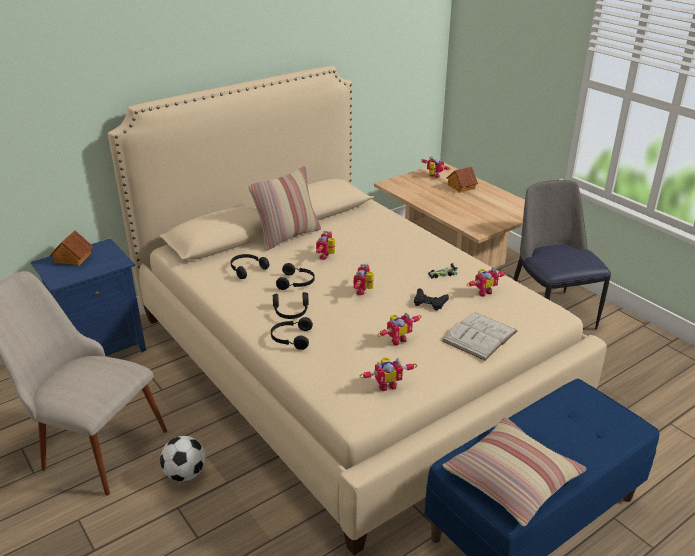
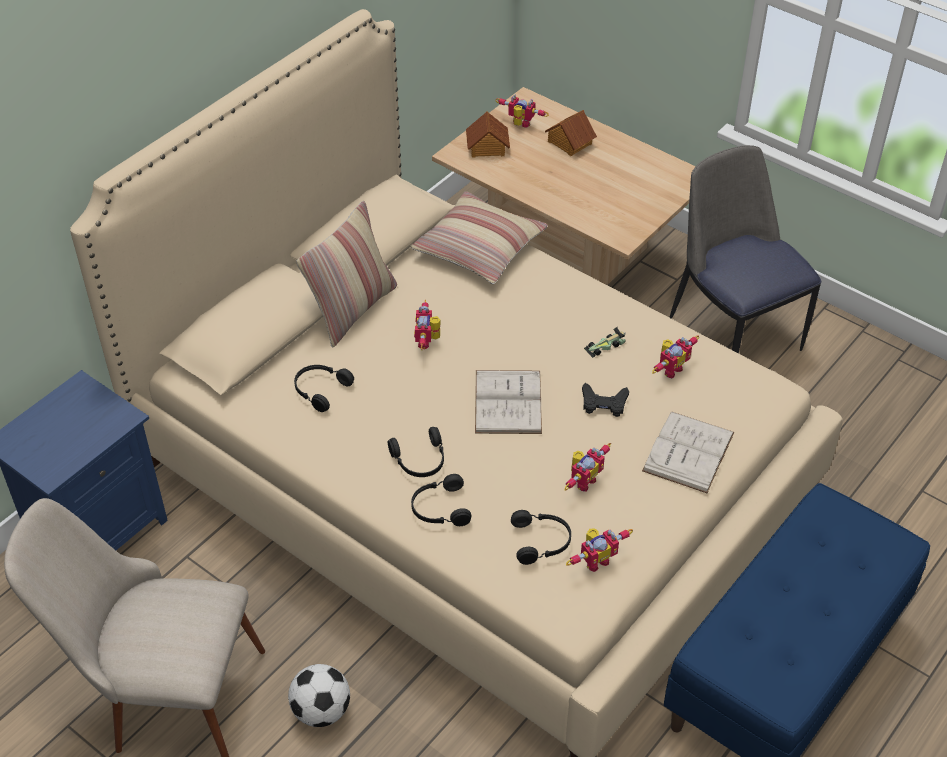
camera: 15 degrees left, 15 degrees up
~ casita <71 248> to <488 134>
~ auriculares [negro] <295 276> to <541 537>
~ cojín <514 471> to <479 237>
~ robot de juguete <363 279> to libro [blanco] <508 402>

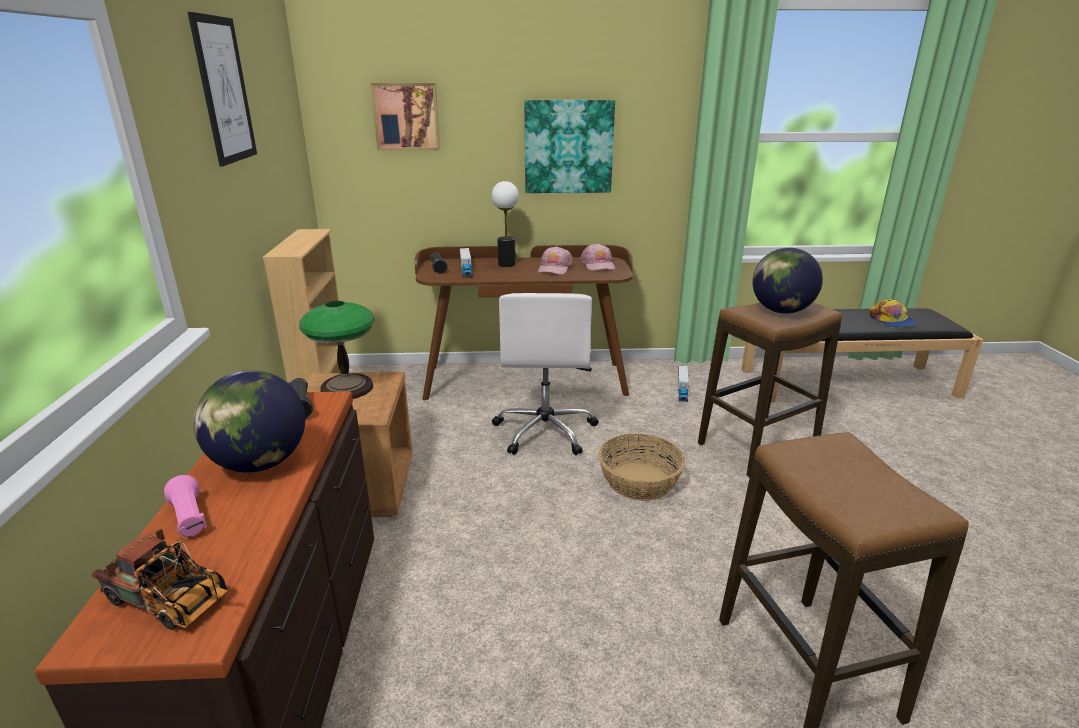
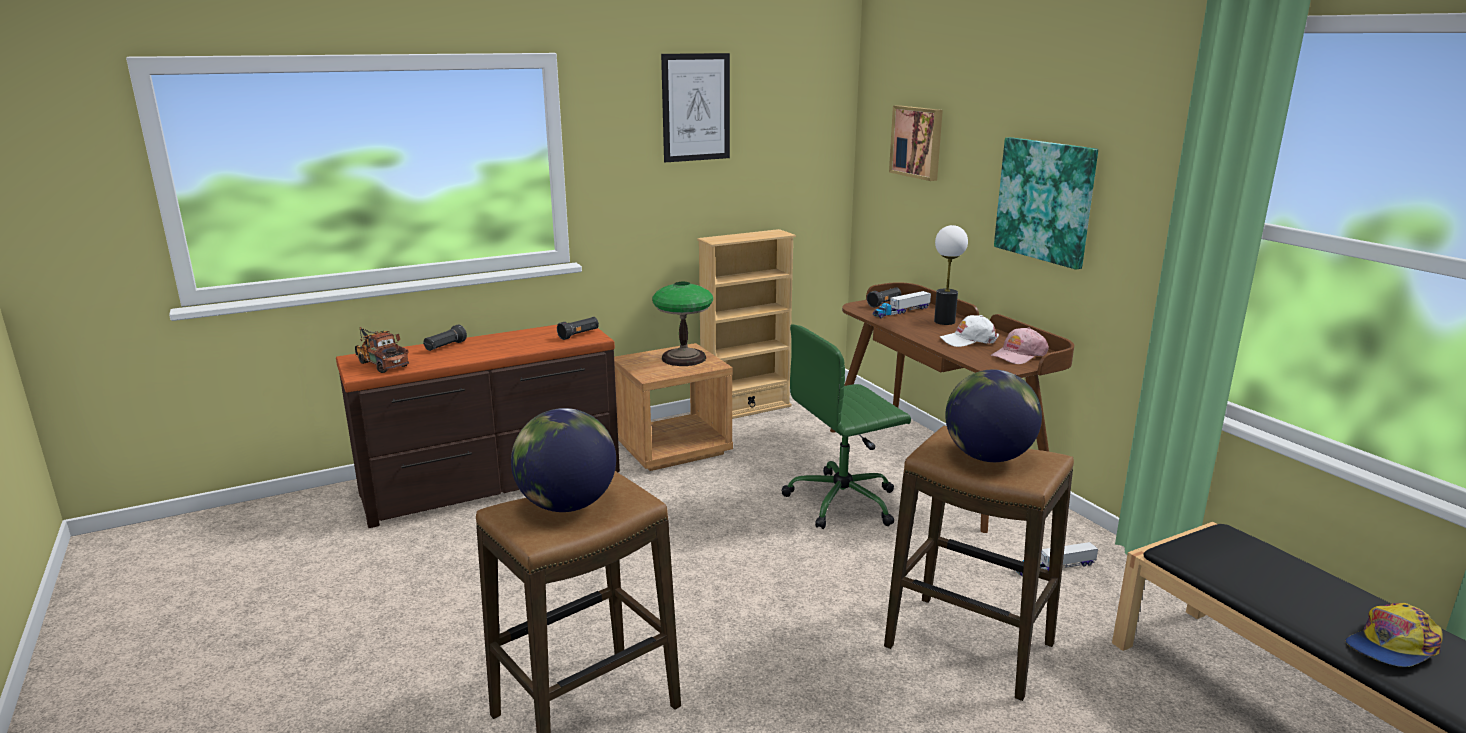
camera: 65 degrees right, 5 degrees down
- cesta <642 467>
~ globo terráqueo <249 421> to <563 460>
~ linterna [rosa] <185 506> to linterna [negro] <445 338>
~ silla de oficina [blanco] <545 374> to silla de oficina [verde] <846 426>
~ gorra [rosa] <555 260> to gorra [blanco] <969 331>
~ camión de juguete <160 579> = <382 350> 135 degrees clockwise

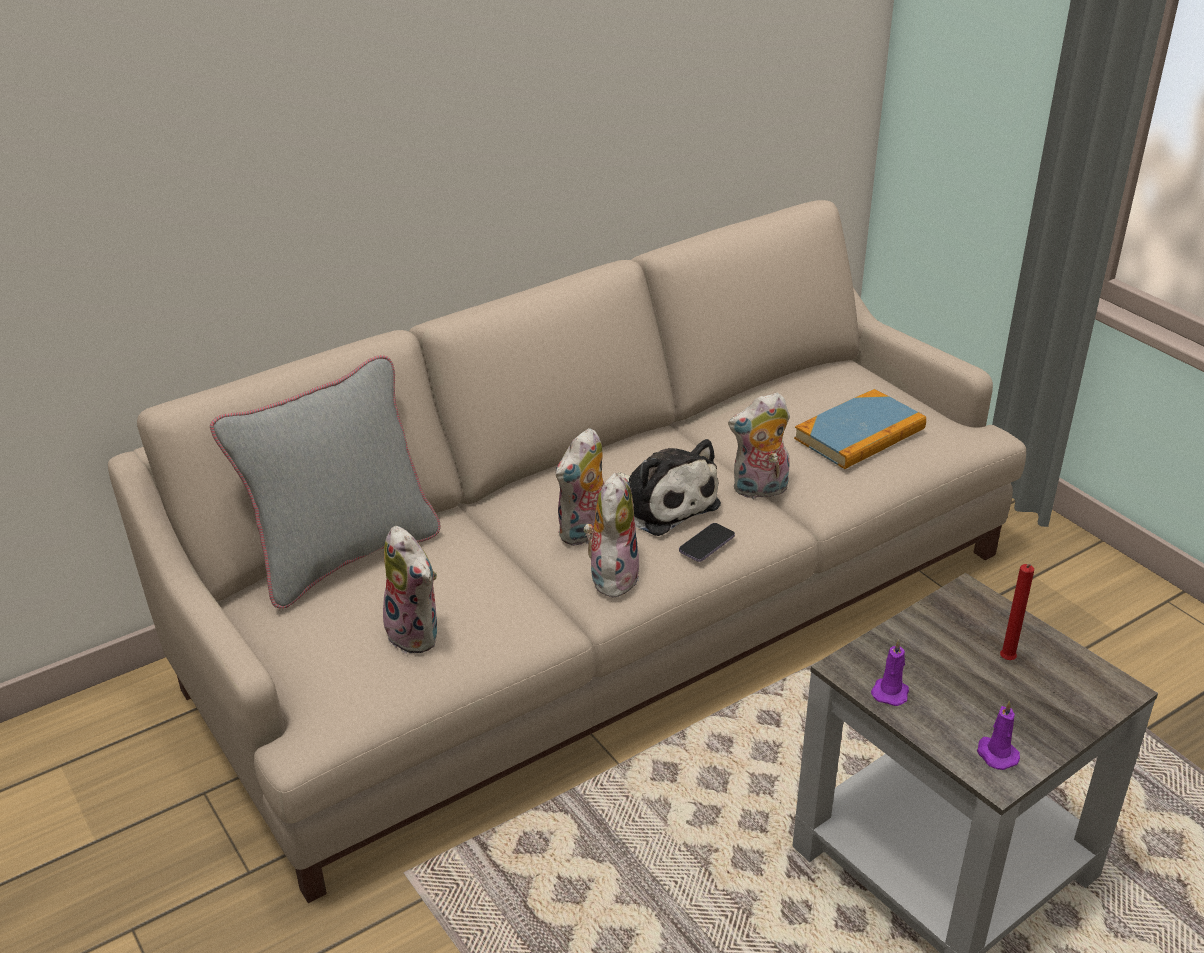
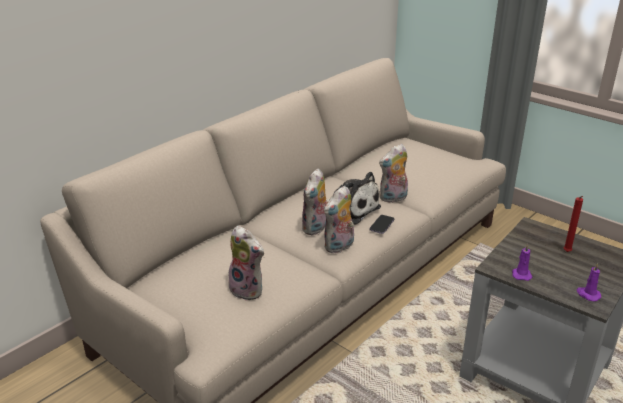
camera: 15 degrees left, 5 degrees down
- cojín [gris] <325 482>
- libro <860 429>
~ peluche <611 535> = <339 219> 135 degrees counterclockwise

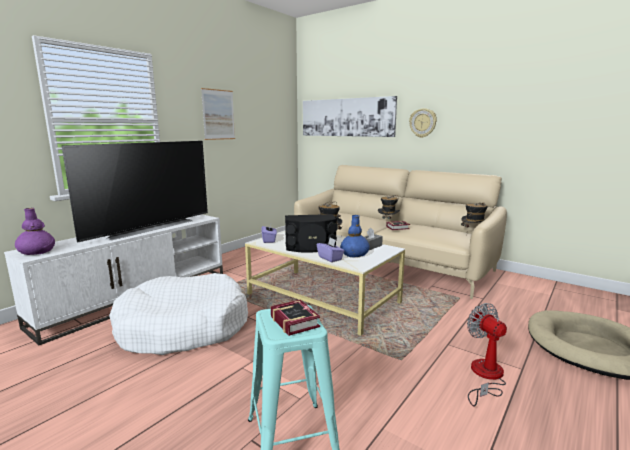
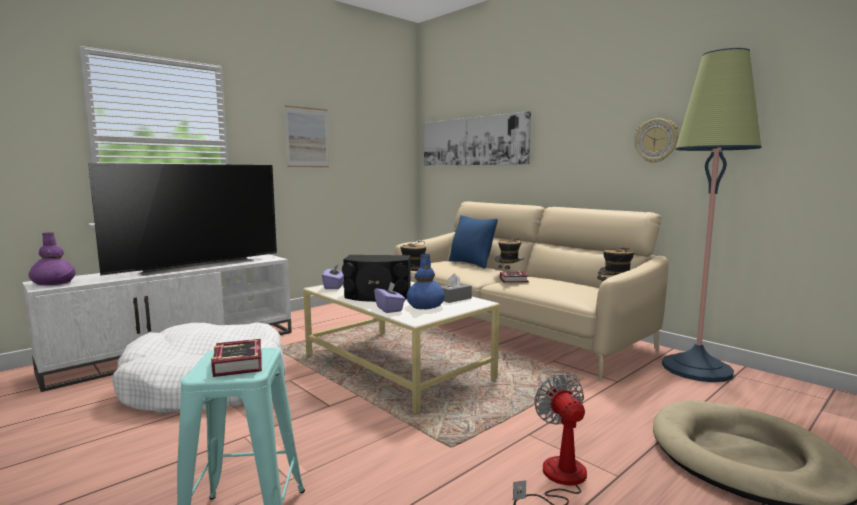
camera: 10 degrees right, 5 degrees down
+ cojín [azul] <473 242>
+ lámpara de pie <712 215>
~ reloj de pared <423 123> to <656 140>

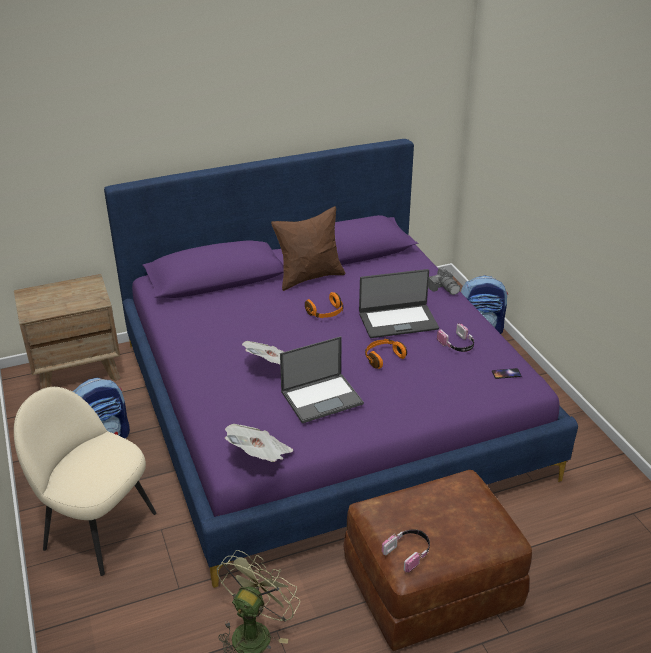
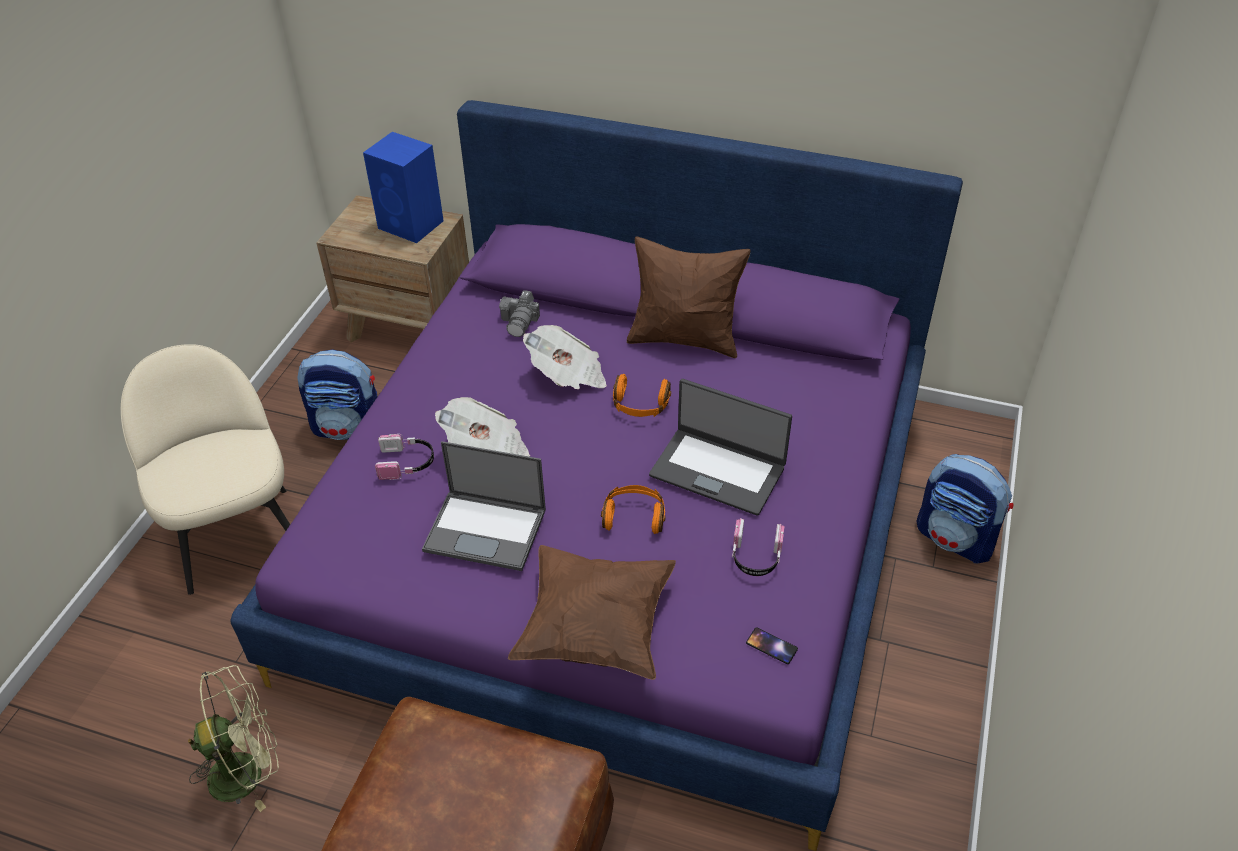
camera: 40 degrees right, 10 degrees up
+ altavoz [azul] <403 187>
+ cojín [marrón] <592 612>
~ periódico <259 443> to <565 357>
~ auriculares <406 551> to <404 457>
~ cámara <444 281> to <519 313>

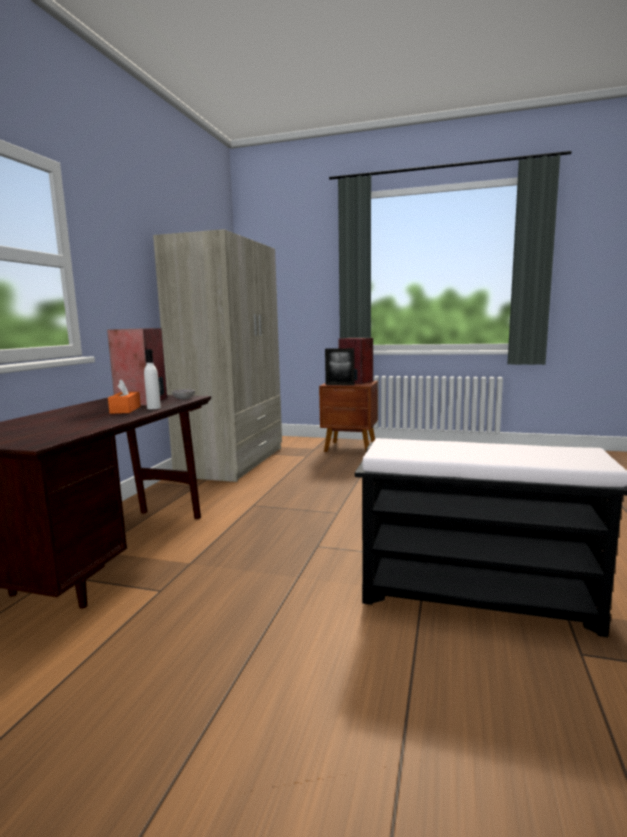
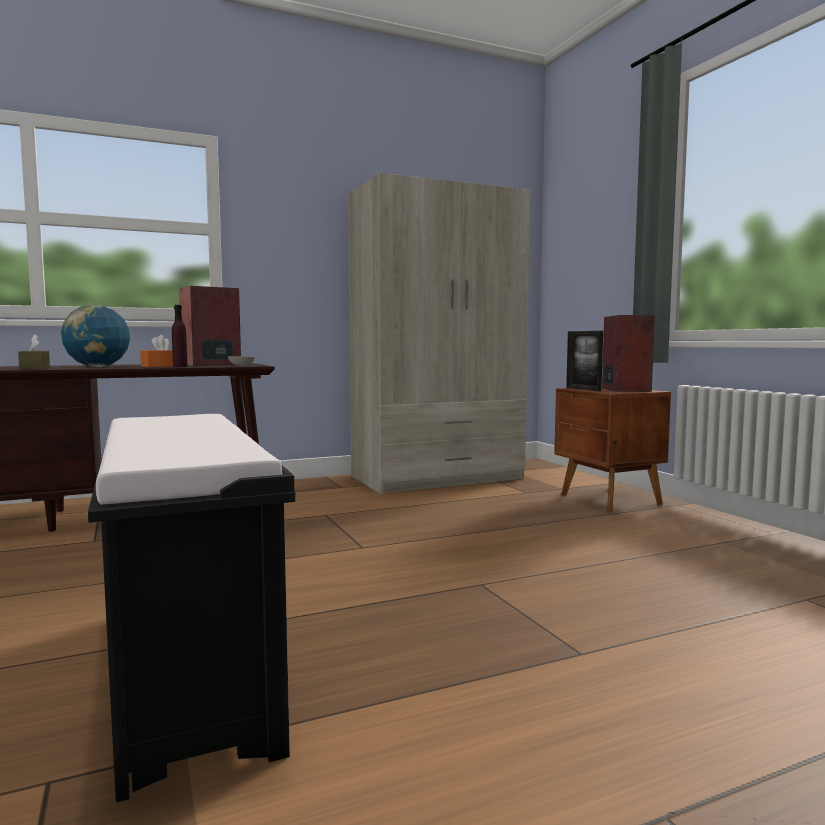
camera: 50 degrees right, 5 degrees down
+ caja de pañuelos [marrón] <34 352>
+ globo terráqueo <95 336>
~ botella [blanco] <152 379> to botella [morado] <180 336>

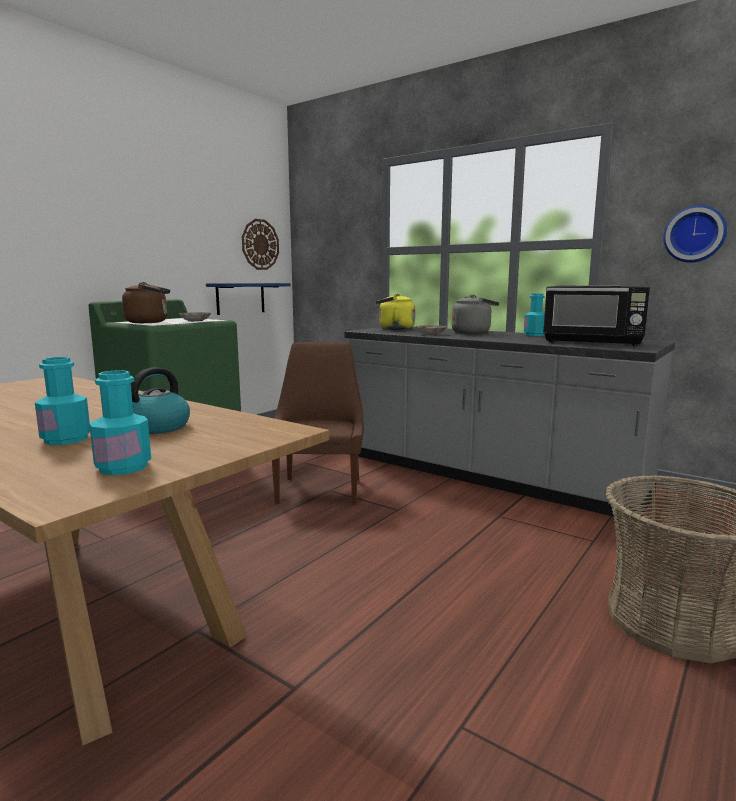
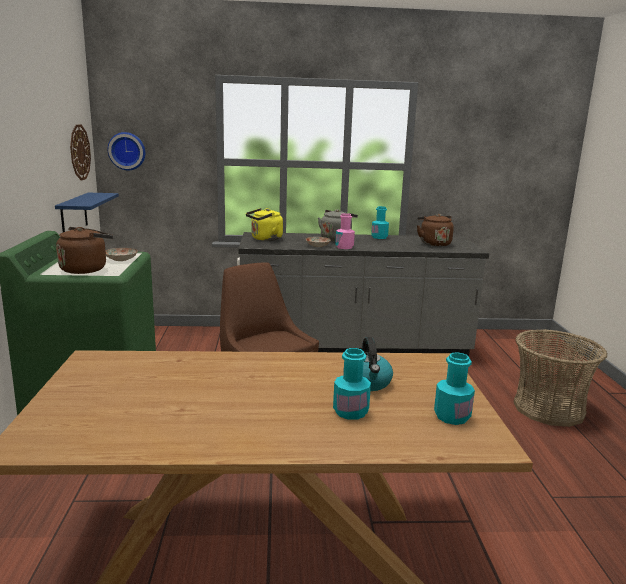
camera: 40 degrees left, 5 degrees up
+ botella [rosa] <345 231>
~ reloj de pared <695 234> to <126 151>
~ microondas [negro] <596 315> to hervidor [marrón] <435 230>

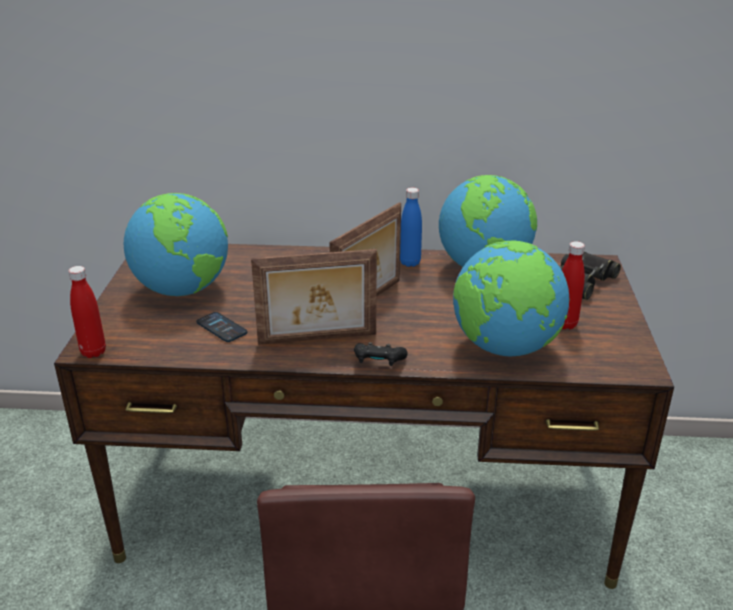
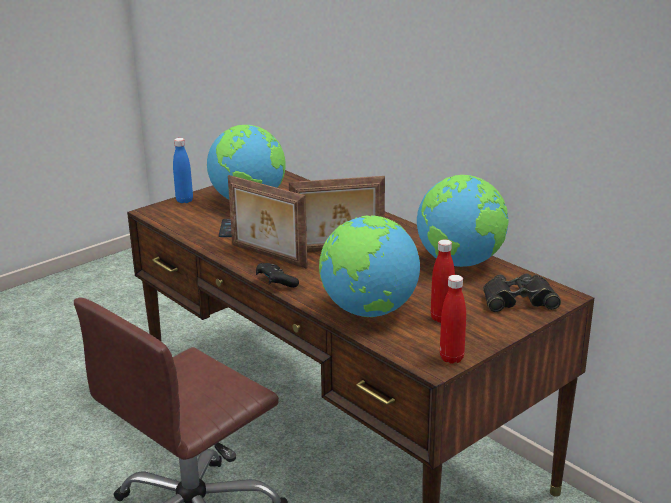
camera: 45 degrees right, 5 degrees down
~ botella [rojo] <87 312> to <453 319>
~ botella [azul] <411 227> to <183 170>

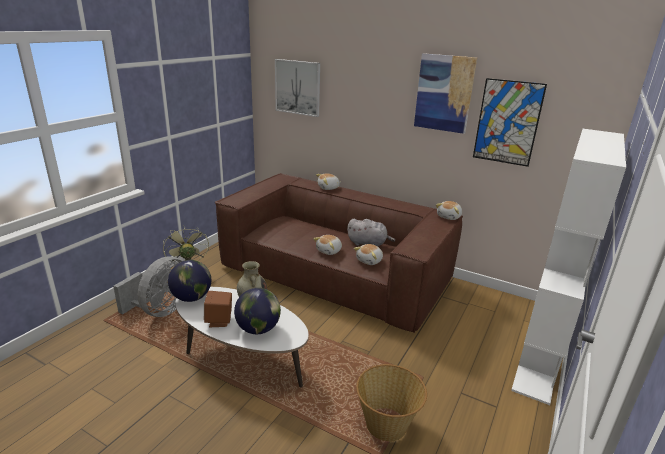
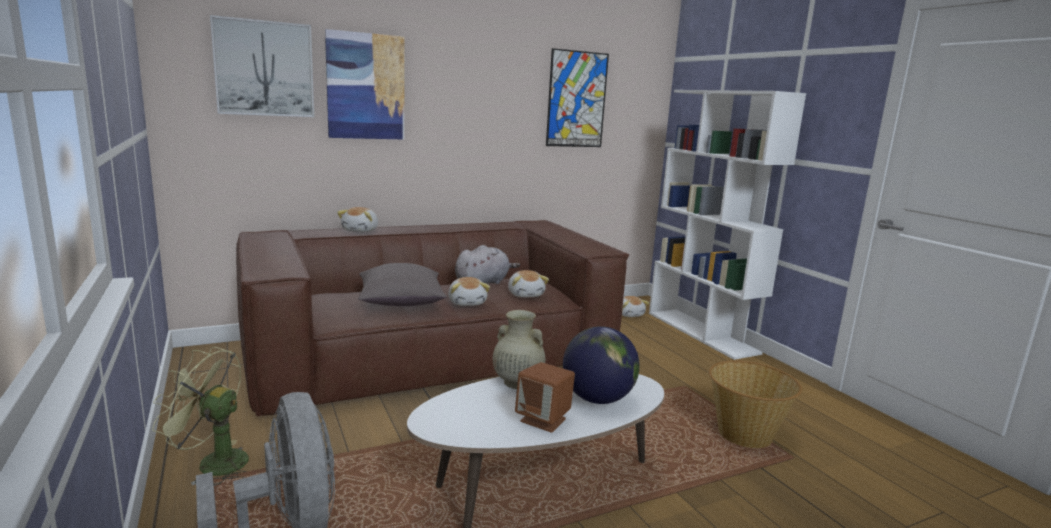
camera: 55 degrees left, 10 degrees down
- globo terráqueo <189 281>
+ cojín [gris] <402 284>
~ cuadro <445 93> to <364 84>
~ peluche <449 210> to <635 306>

